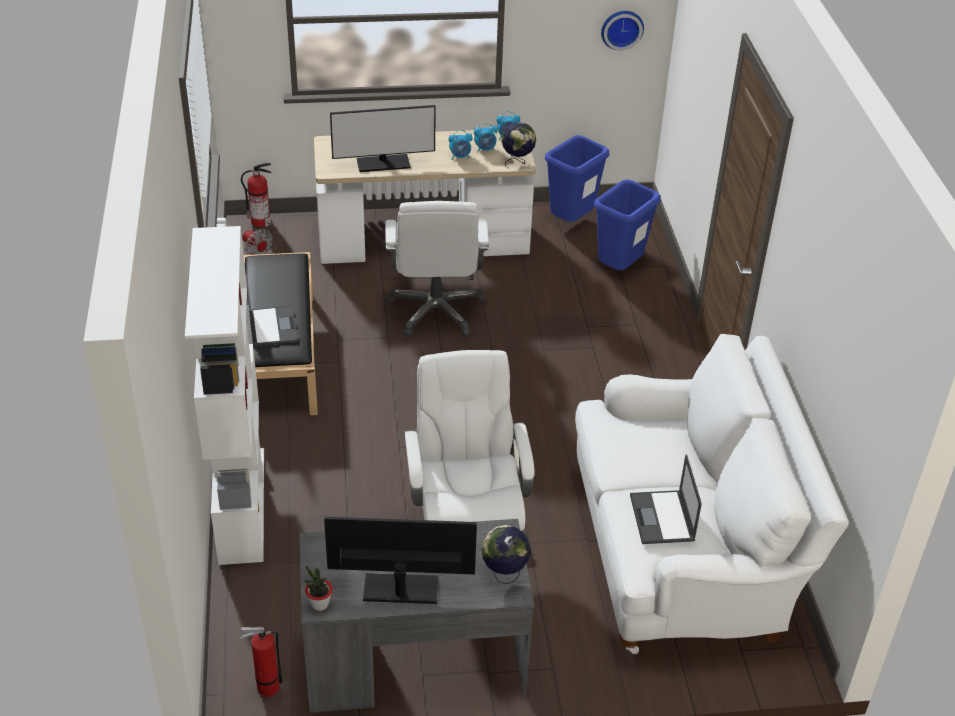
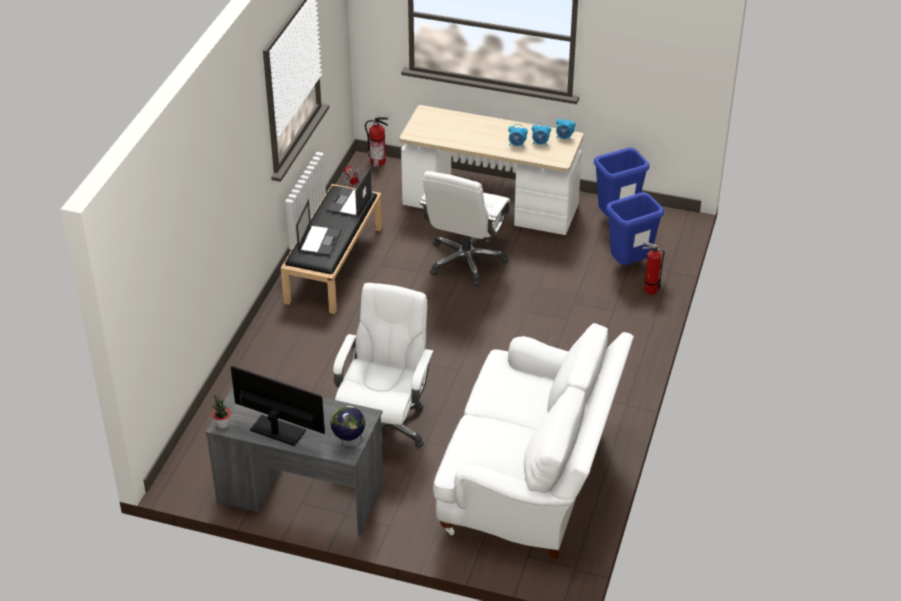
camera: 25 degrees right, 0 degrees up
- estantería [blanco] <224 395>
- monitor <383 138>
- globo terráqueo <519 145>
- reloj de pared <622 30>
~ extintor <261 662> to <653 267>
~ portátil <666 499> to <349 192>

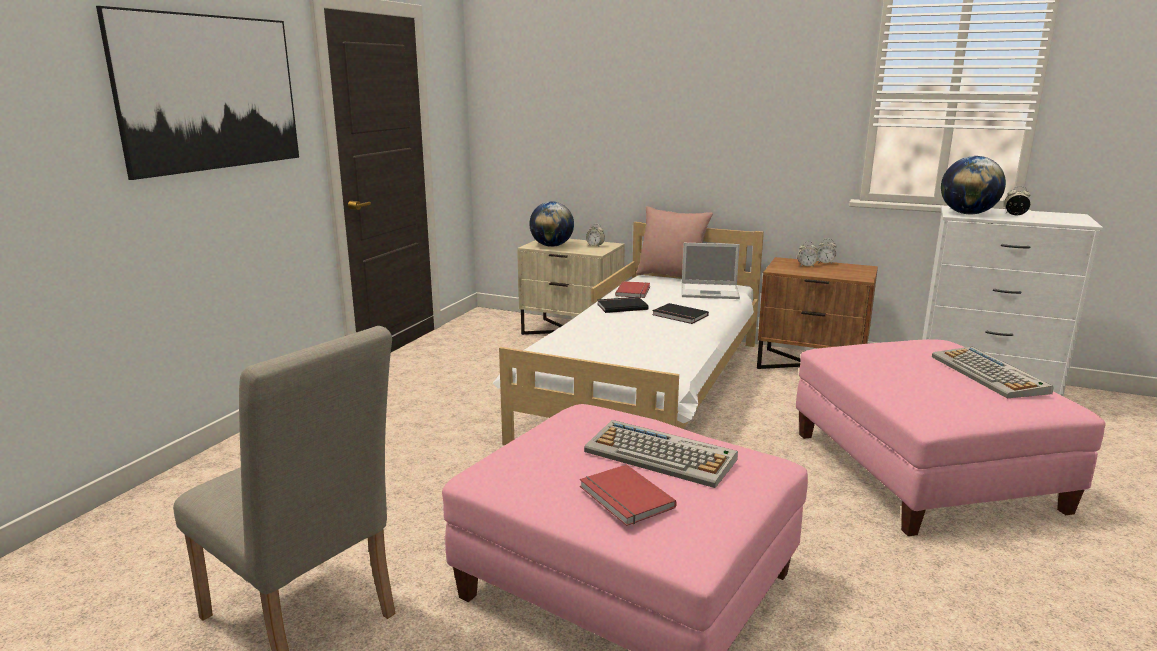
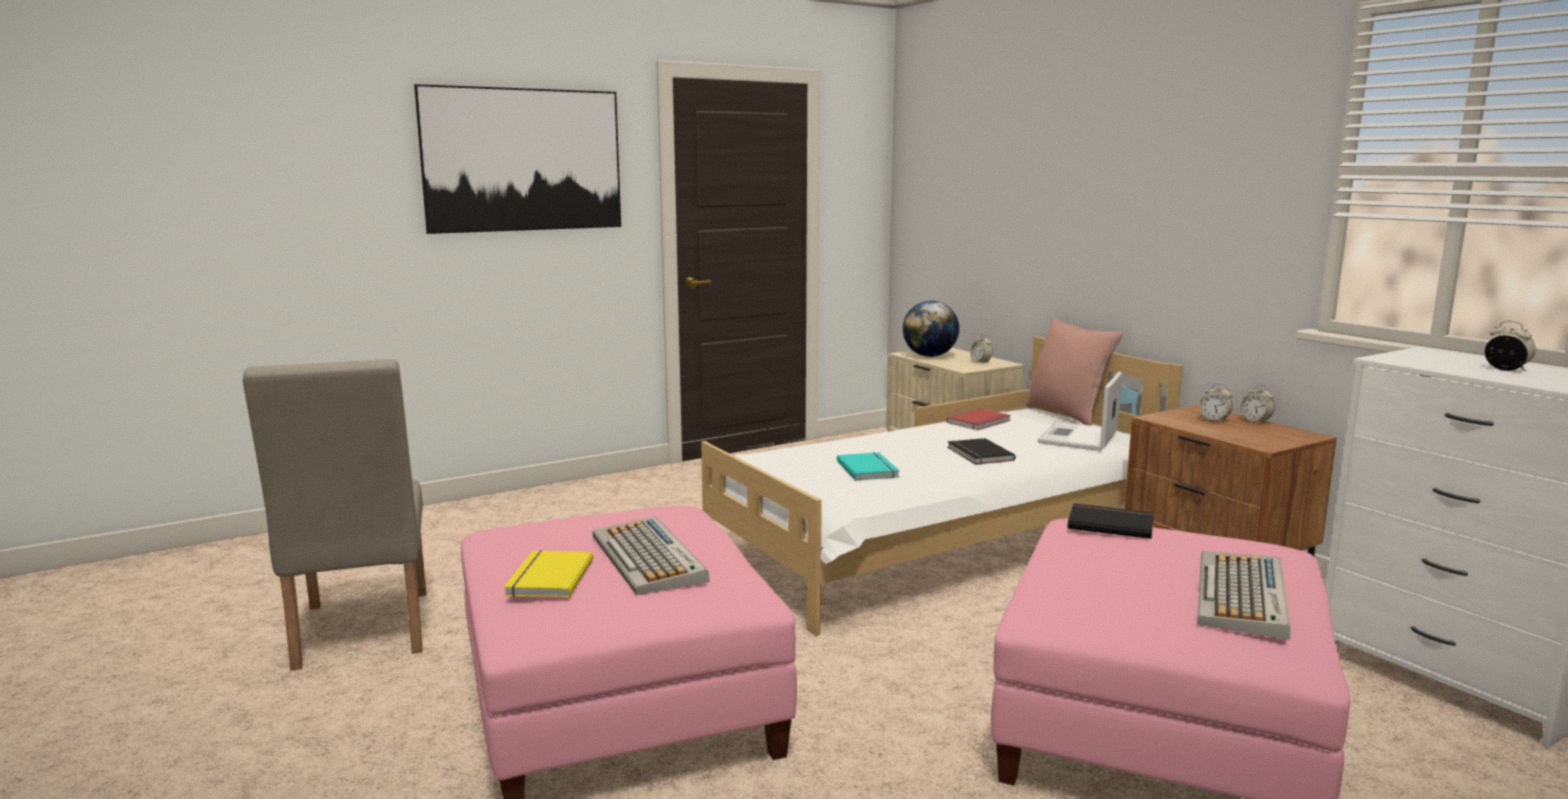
camera: 35 degrees right, 5 degrees down
- globo terráqueo <973 185>
+ libro [turquesa] <868 466>
~ libro [negro] <622 305> to <1111 521>
~ libro [rojo] <628 495> to libro [amarillo] <548 574>
~ portátil <711 271> = <1080 411> 75 degrees clockwise

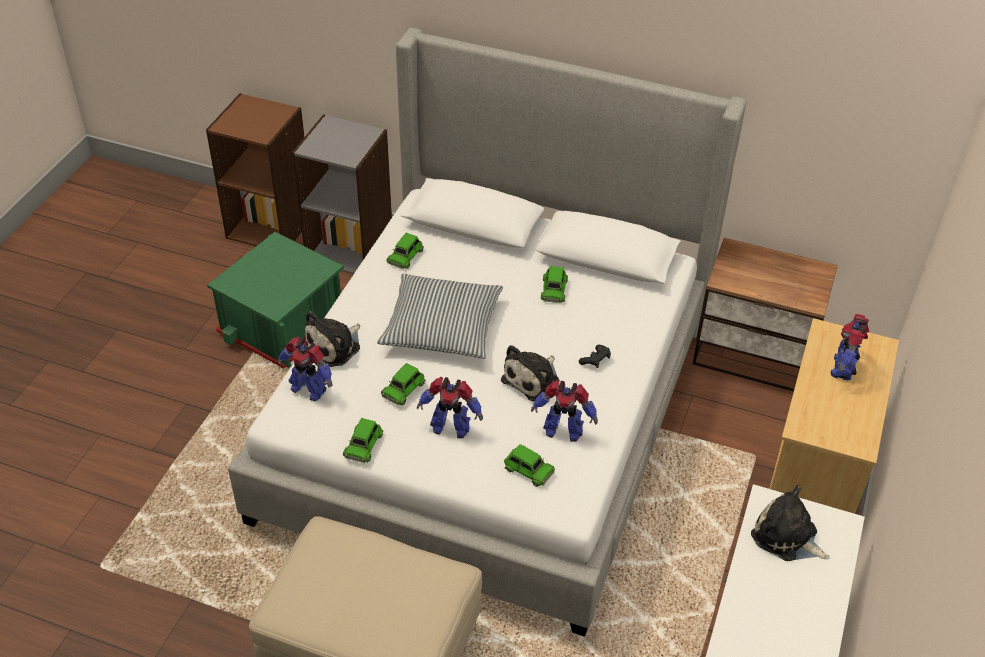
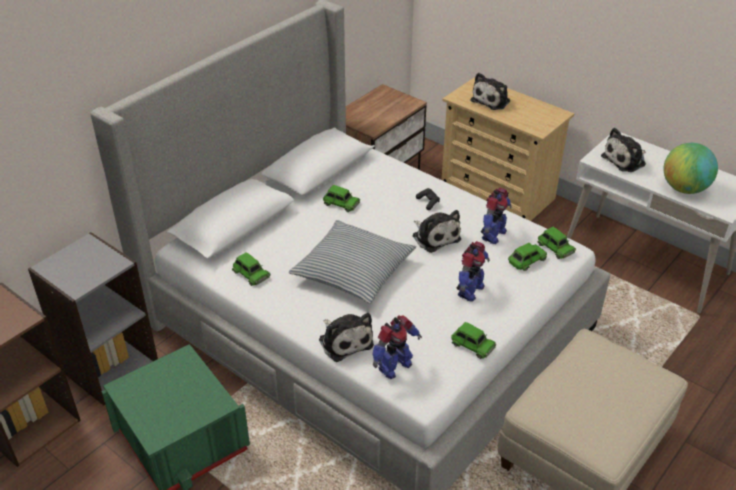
camera: 70 degrees left, 5 degrees down
+ globo terráqueo <691 168>
~ coche de juguete [verde] <403 384> to <556 243>
~ robot de juguete <849 347> to peluche <490 91>

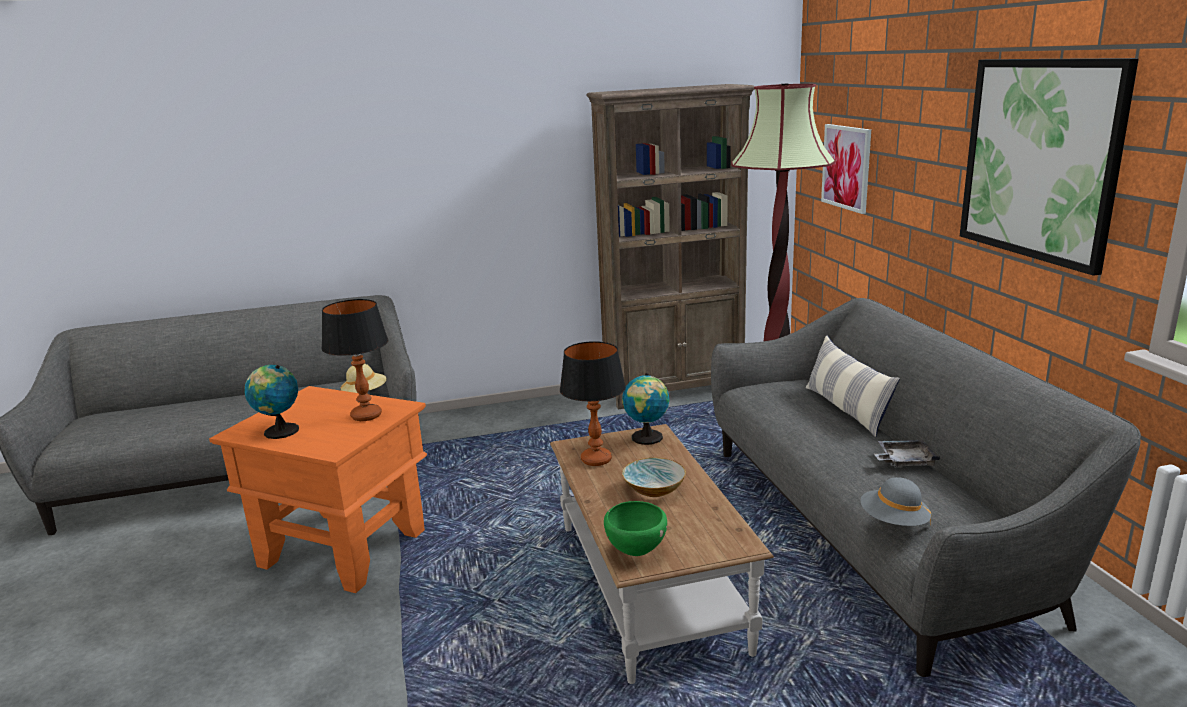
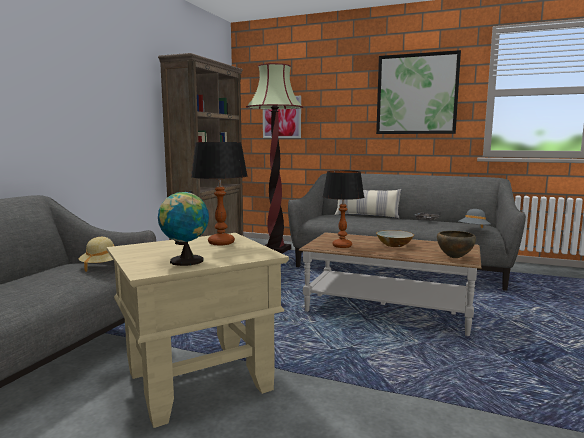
camera: 55 degrees left, 10 degrees down
- globo terráqueo <645 409>
~ mesa auxiliar [naranja] <318 489> to mesa auxiliar [beis] <198 330>
~ cuenco [verde] <635 528> to cuenco [marrón] <456 244>

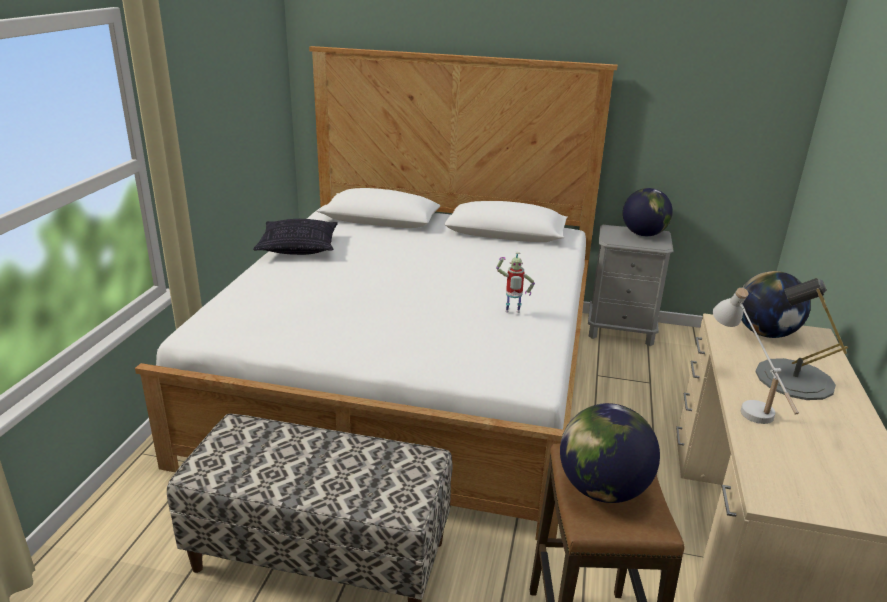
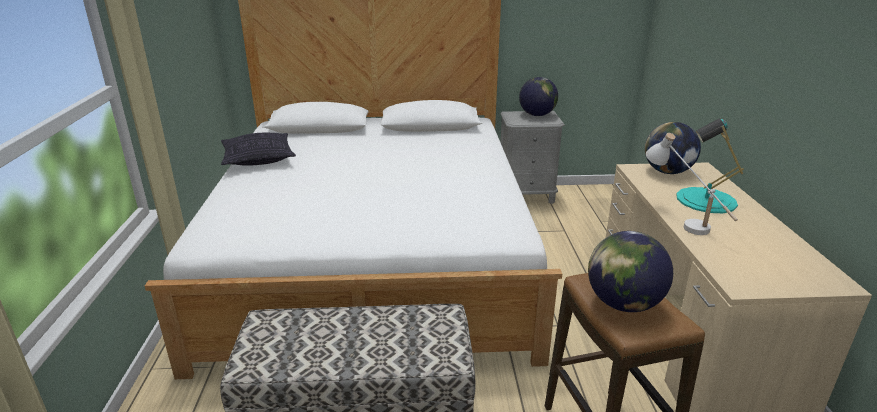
camera: 15 degrees left, 0 degrees up
- robot de juguete <515 282>
~ lámpara de mesa [gris] <801 339> to lámpara de mesa [turquesa] <710 165>

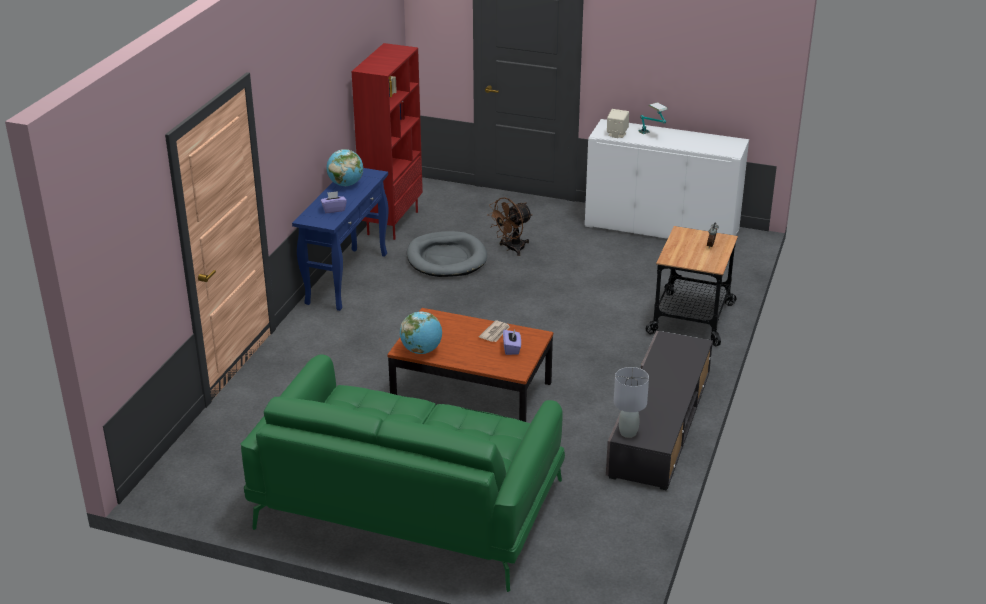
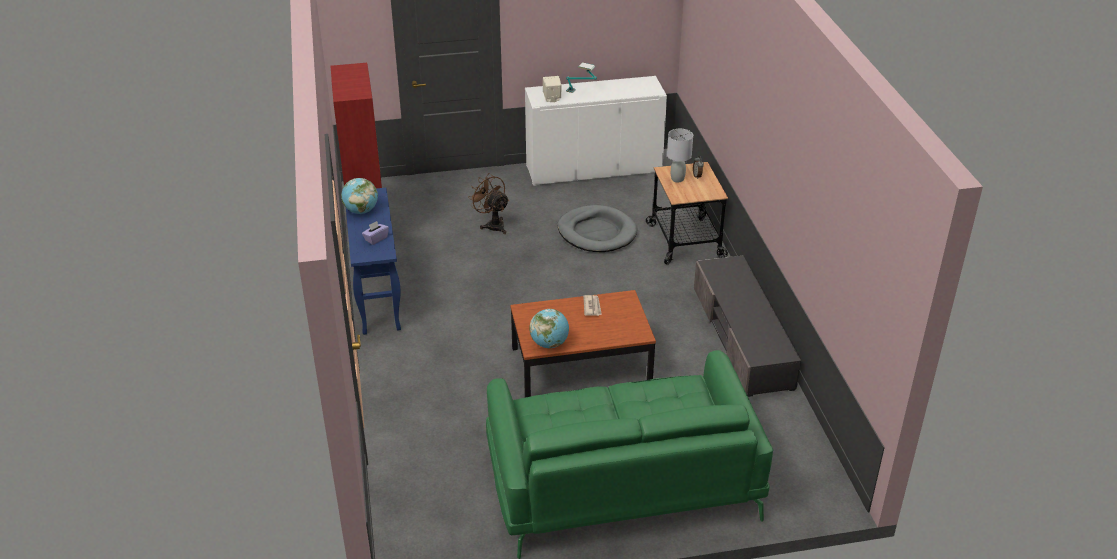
camera: 30 degrees left, 5 degrees up
- caja de pañuelos [morado] <512 342>
~ cama para perro [gris] <447 254> to <597 228>
~ lámpara de mesa [gris] <631 402> to <680 155>
~ ventilador [marrón] <510 226> = <488 203> 120 degrees clockwise

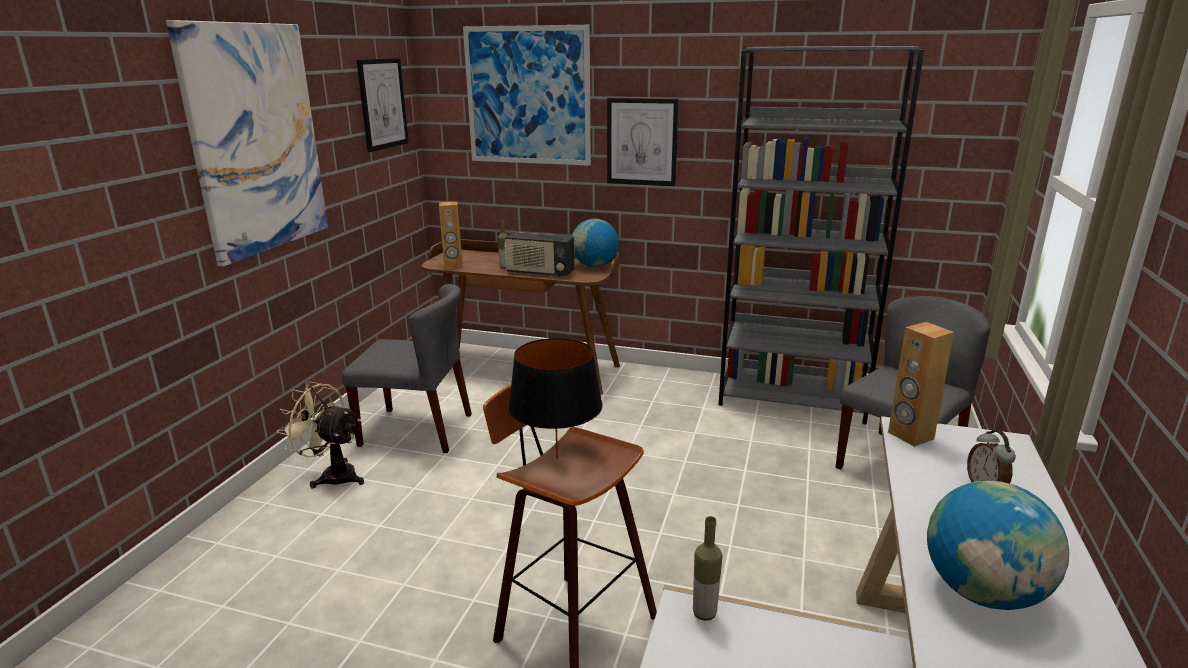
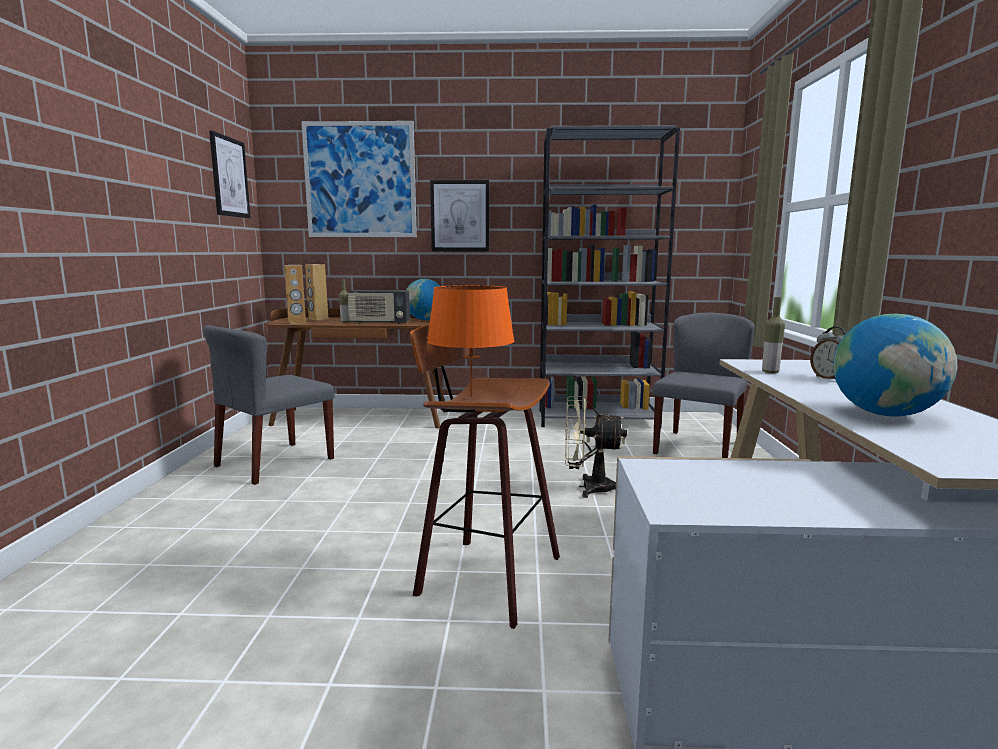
camera: 15 degrees left, 10 degrees down
- cuadro <247 143>
~ ventilador [beis] <320 435> to <596 447>
~ botella <707 568> to <773 335>
~ altavoz [marrón] <921 384> to <316 292>
~ lámpara de mesa [negro] <555 398> to lámpara de mesa [naranja] <471 341>
~ silla [gris] <407 368> = <269 405> 135 degrees clockwise

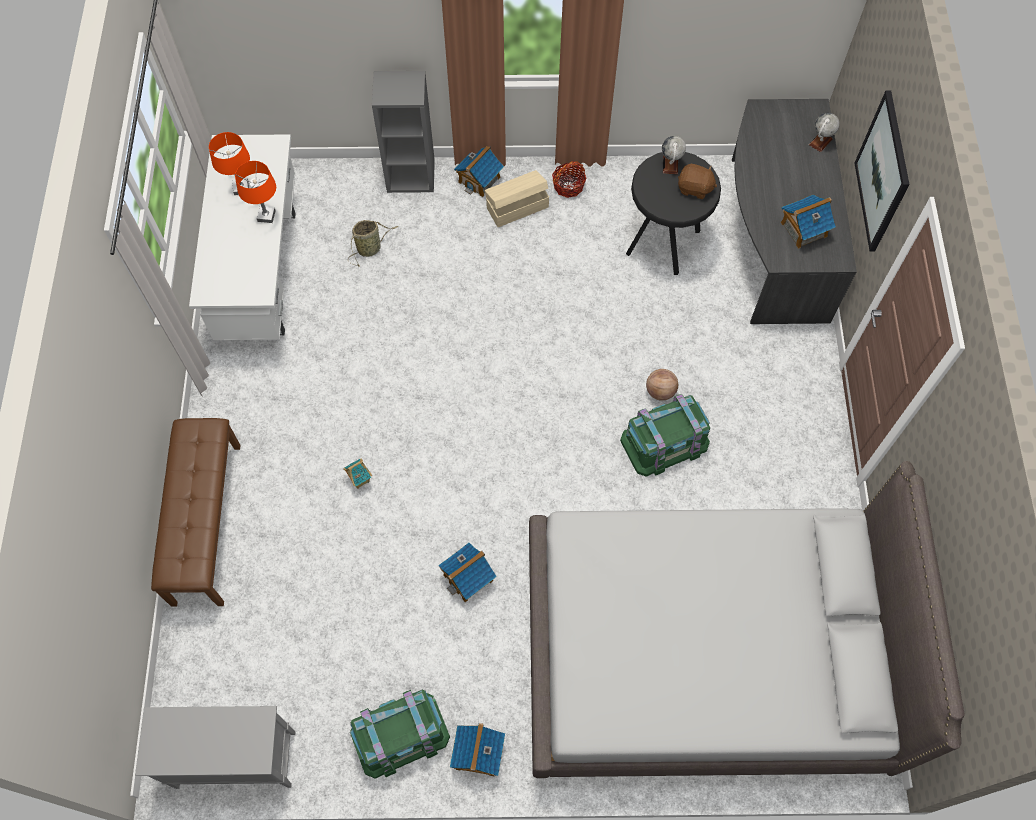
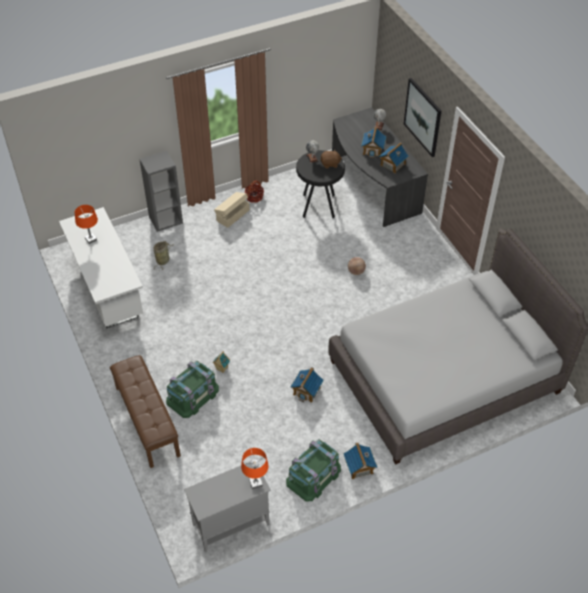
camera: 25 degrees left, 15 degrees down
~ lámpara de mesa [naranja] <255 192> to <255 468>
~ casita <479 171> to <373 142>
~ caja de almacenaje [verde] <665 435> to <192 389>

